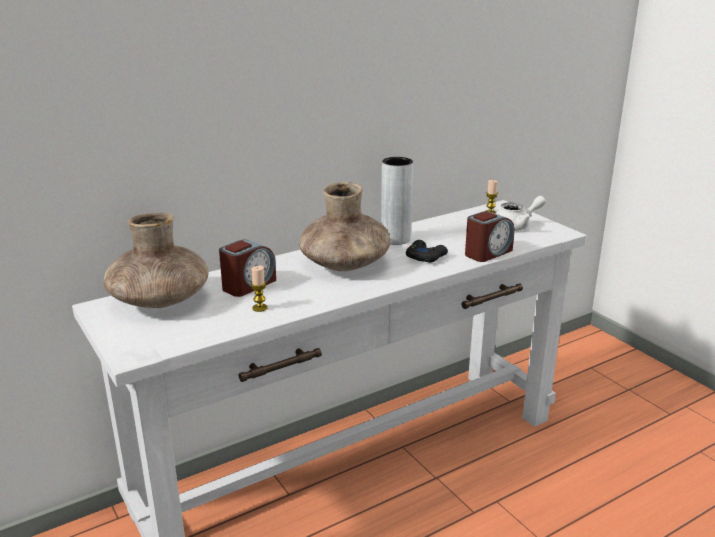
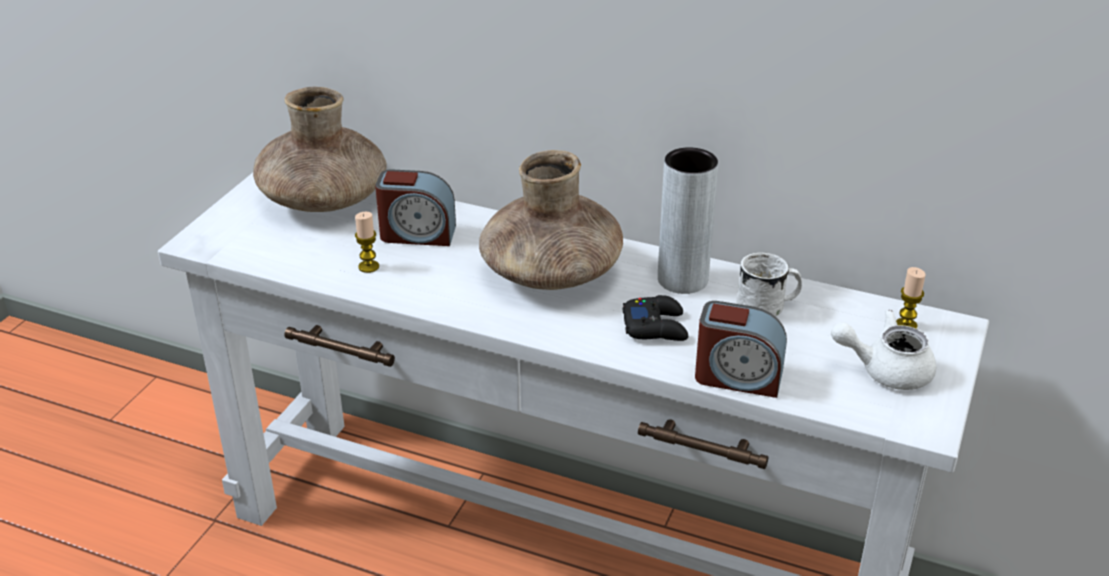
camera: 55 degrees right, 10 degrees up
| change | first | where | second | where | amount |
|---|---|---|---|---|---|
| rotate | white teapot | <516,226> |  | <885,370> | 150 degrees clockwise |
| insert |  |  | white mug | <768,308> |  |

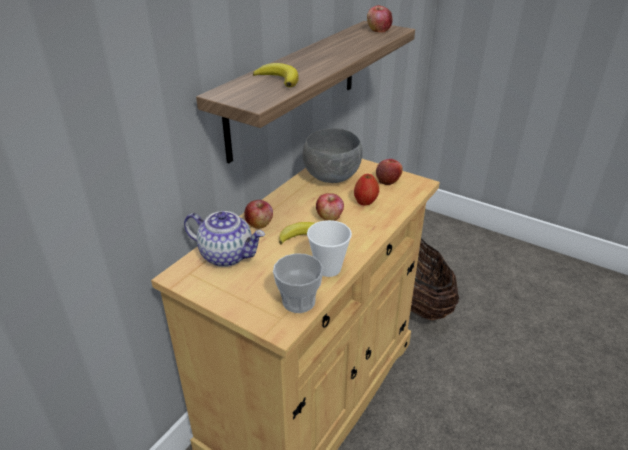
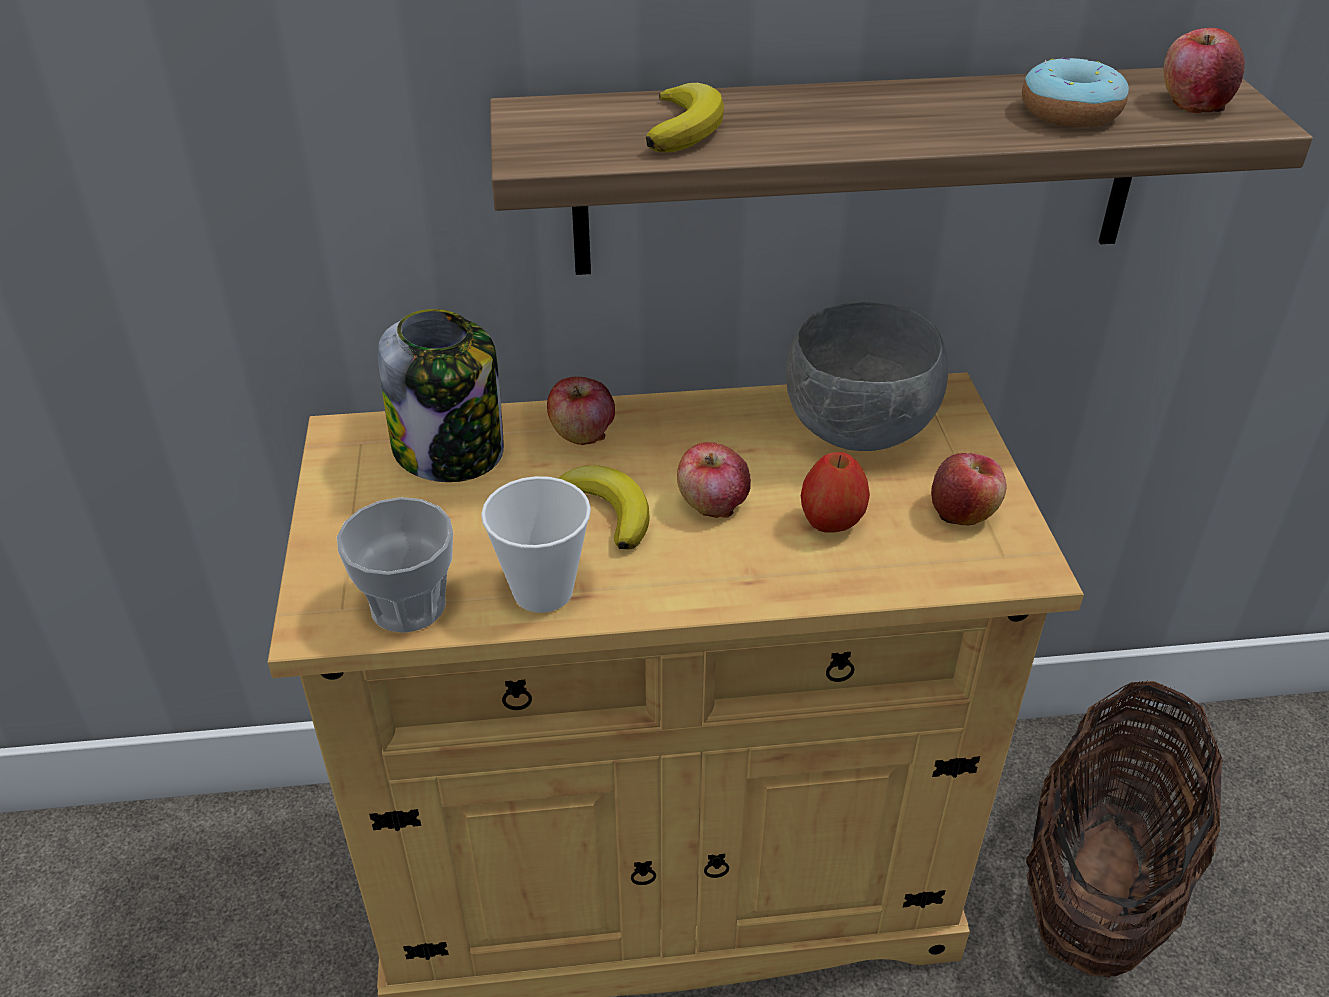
camera: 50 degrees right, 5 degrees up
| change | first | where | second | where | amount |
|---|---|---|---|---|---|
| replace | teapot | <227,255> | jar | <451,452> |  |
| insert |  |  | donut | <1070,112> |  |

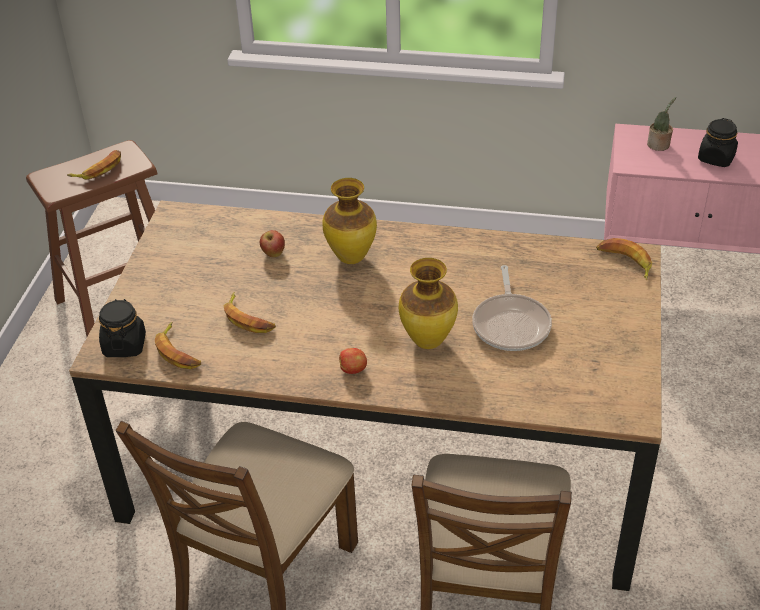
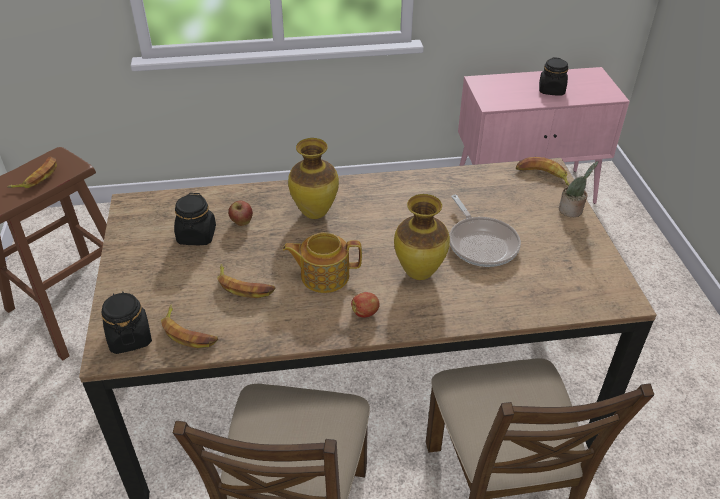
camera: 20 degrees left, 0 degrees up
| change | first | where | second | where | amount |
|---|---|---|---|---|---|
| move | potted plant | <659,145> |  | <572,211> |  |
| insert |  |  | black jar | <197,236> |  |
| insert |  |  | teapot | <323,275> |  |

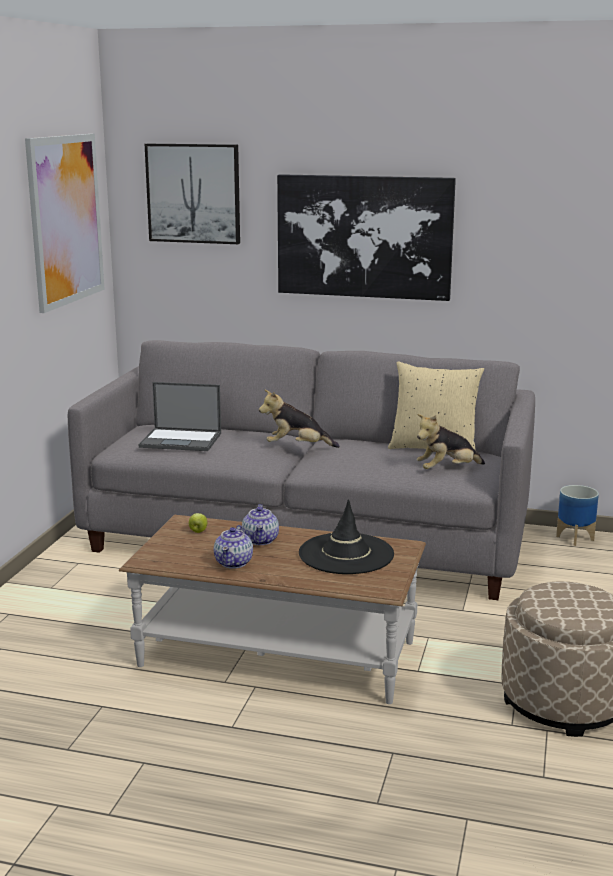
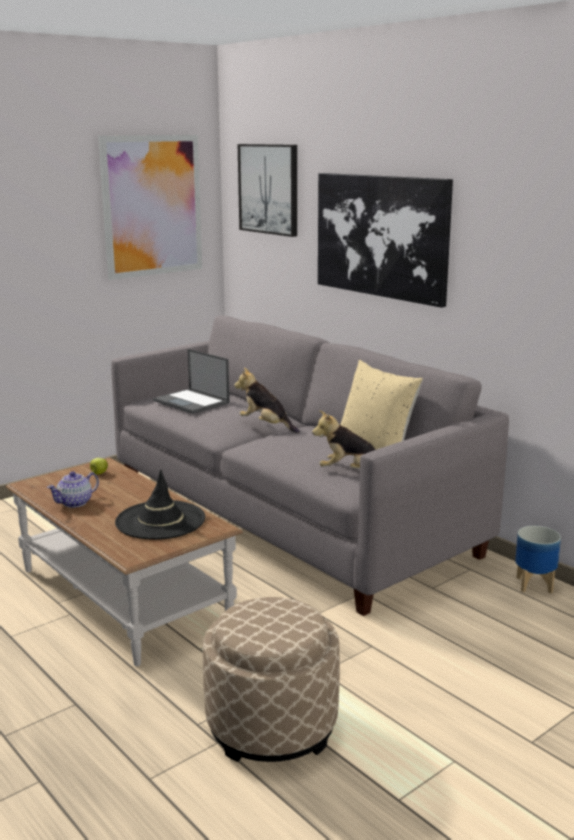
camera: 35 degrees right, 0 degrees up
| change | first | where | second | where | amount |
|---|---|---|---|---|---|
| delete | teapot | <261,540> |  |  |  |

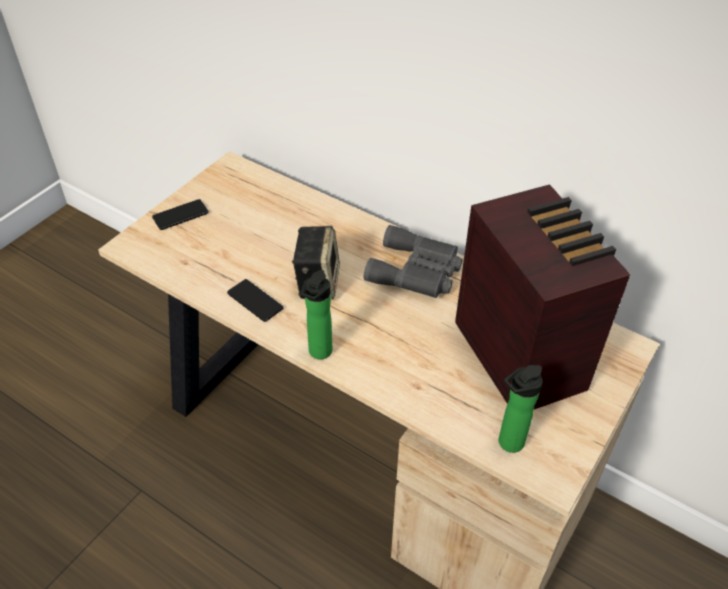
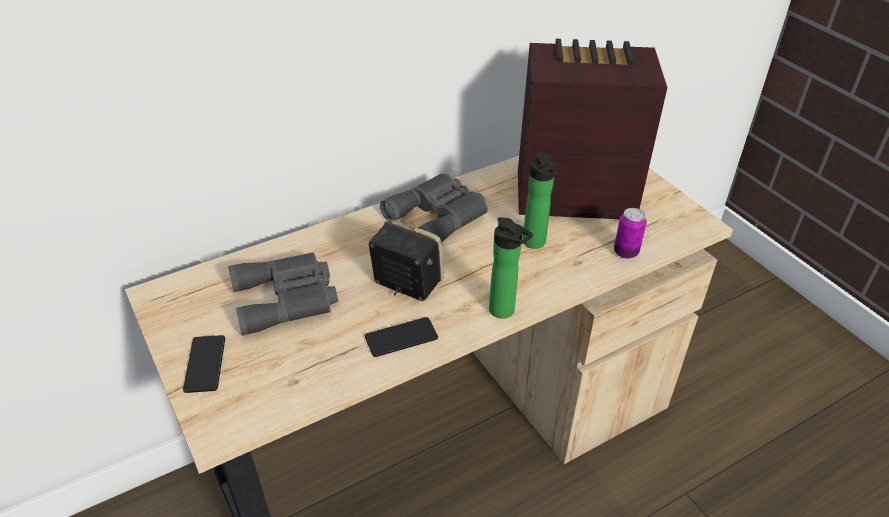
camera: 65 degrees left, 5 degrees down
| change | first | where | second | where | amount |
|---|---|---|---|---|---|
| move | bottle | <507,444> |  | <534,244> |  |
| insert |  |  | can | <626,252> |  |
| insert |  |  | grey binoculars | <288,298> |  |

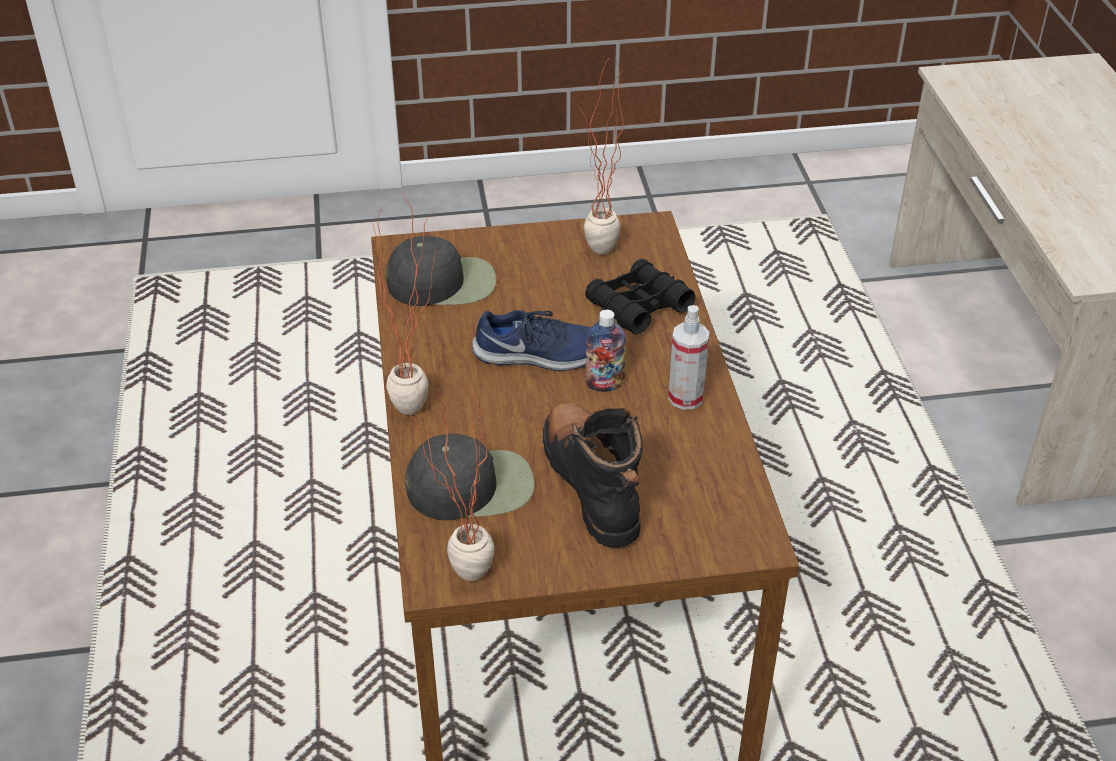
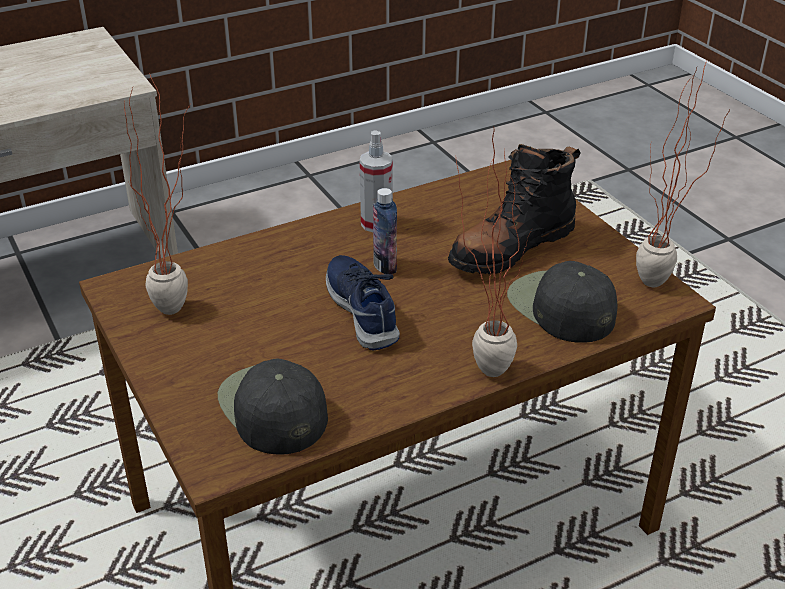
camera: 110 degrees left, 5 degrees down
| change | first | where | second | where | amount |
|---|---|---|---|---|---|
| delete | black binoculars | <638,306> |  |  |  |

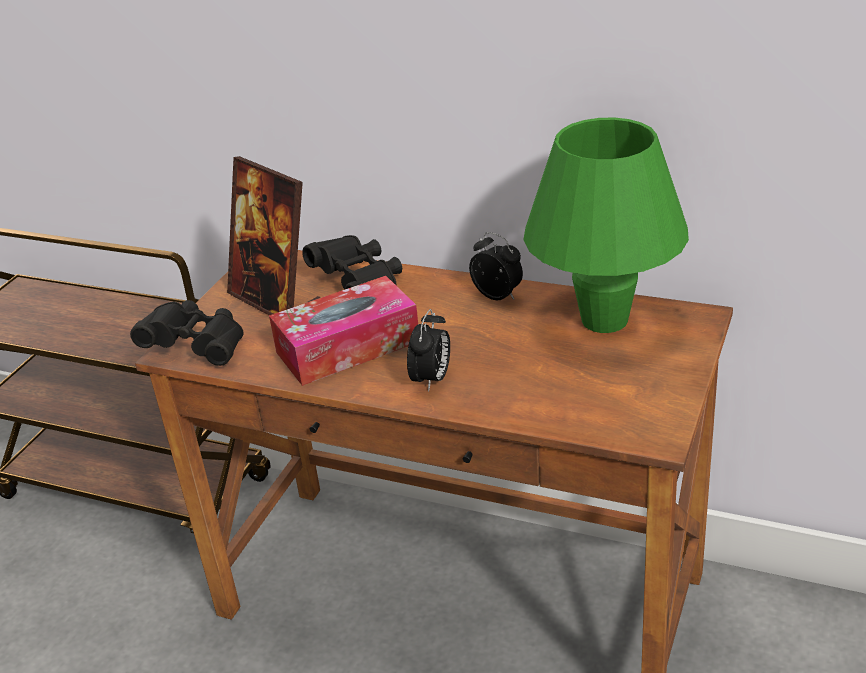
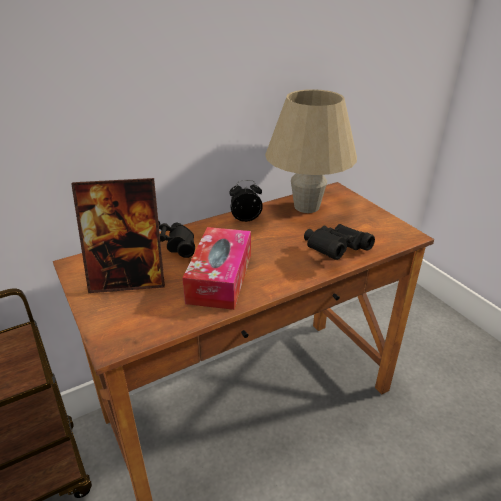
camera: 55 degrees left, 0 degrees up
| change | first | where | second | where | amount |
|---|---|---|---|---|---|
| recolor | green table lamp | <604,320> | beige table lamp | <306,207> |  |
| move | black binoculars | <197,347> |  | <335,251> |  |
| delete | alarm clock | <432,379> |  |  |  |

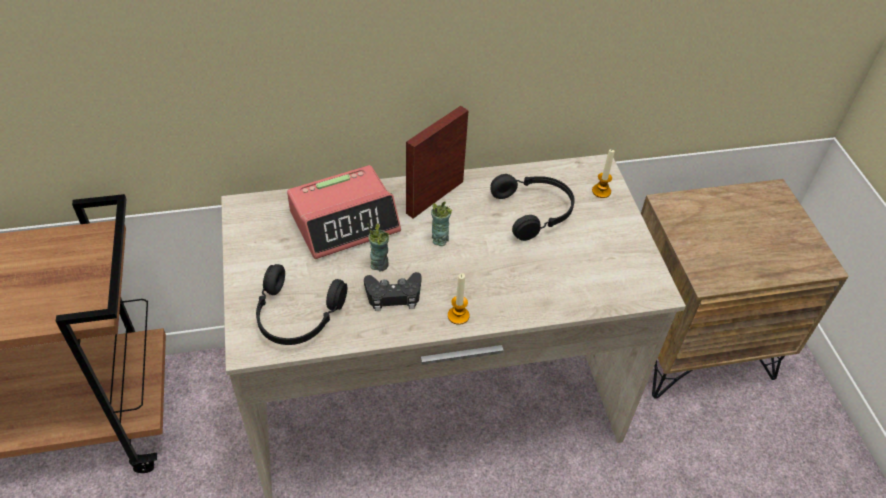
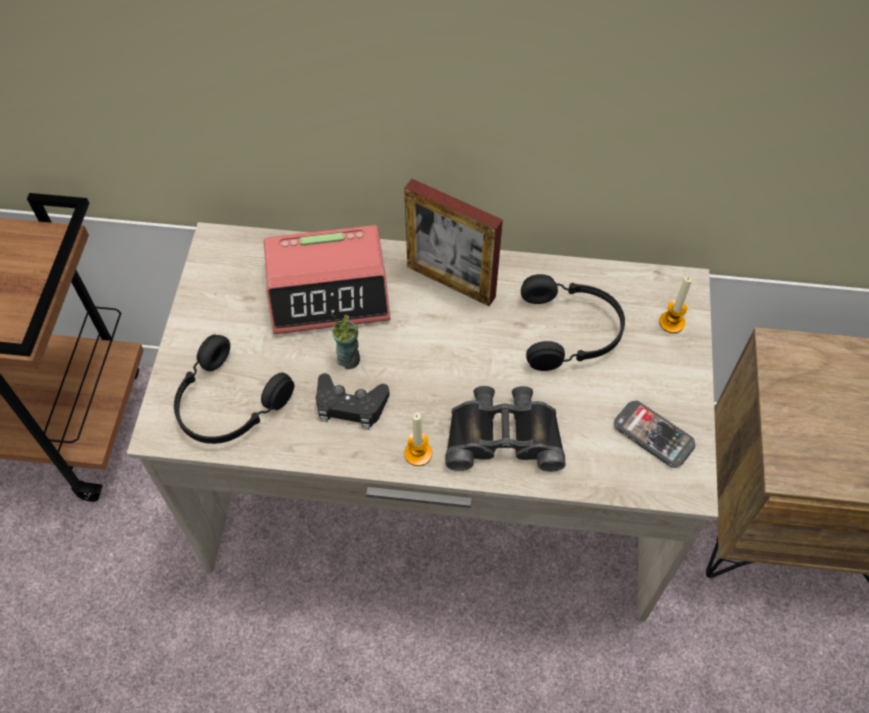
camera: 20 degrees right, 10 degrees up
| change | first | where | second | where | amount |
|---|---|---|---|---|---|
| rotate | picture frame | <435,197> |  | <451,282> | 120 degrees counterclockwise |
| delete | cup | <439,239> |  |  |  |
| insert |  |  | black binoculars | <503,434> |  |
| insert |  |  | phone | <653,435> |  |

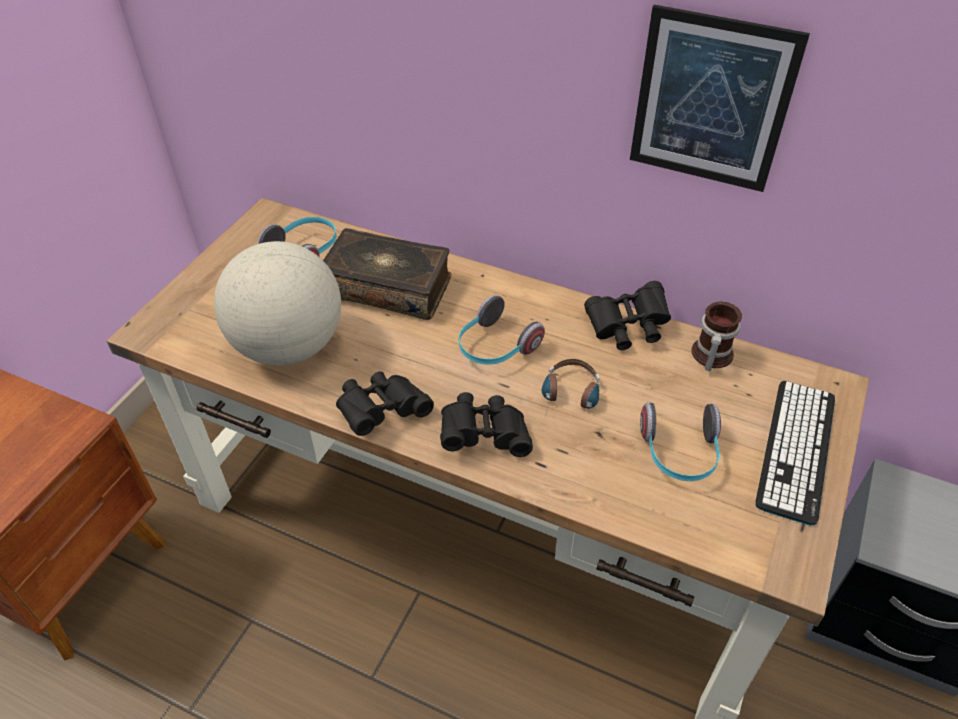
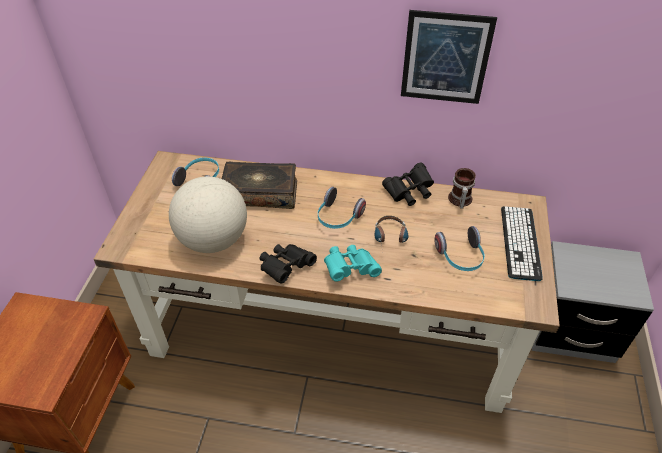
camera: 15 degrees left, 0 degrees up
| change | first | where | second | where | amount |
|---|---|---|---|---|---|
| recolor | black binoculars | <484,435> | turquoise binoculars | <350,269> |  |

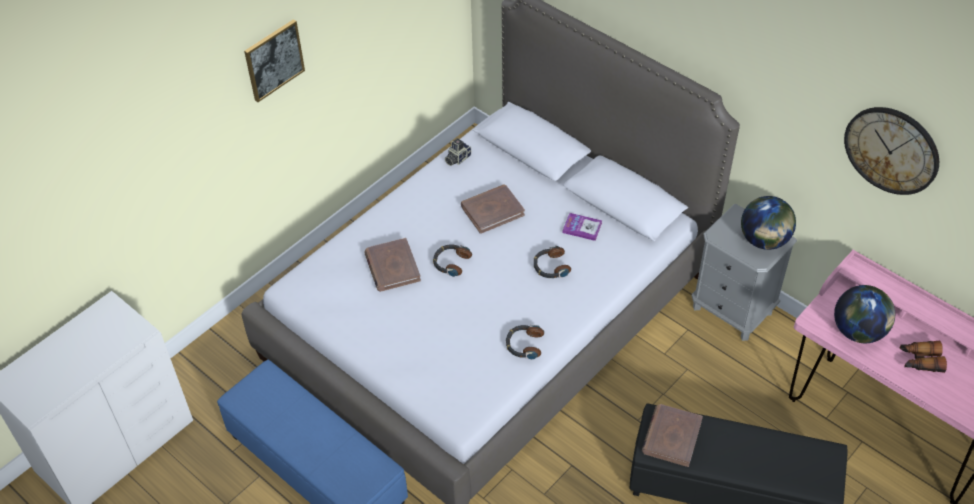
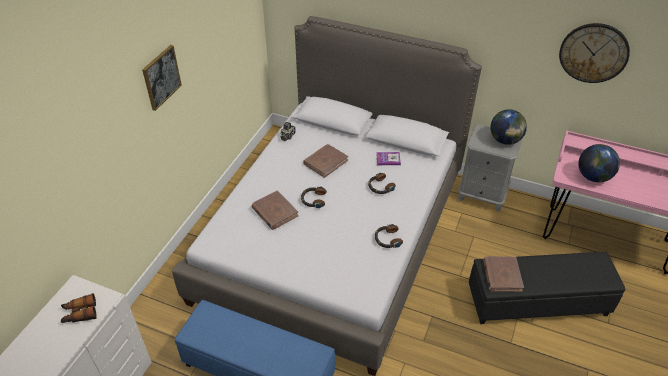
camera: 20 degrees left, 5 degrees down
| change | first | where | second | where | amount |
|---|---|---|---|---|---|
| move | binoculars | <920,360> |  | <79,313> |  |

